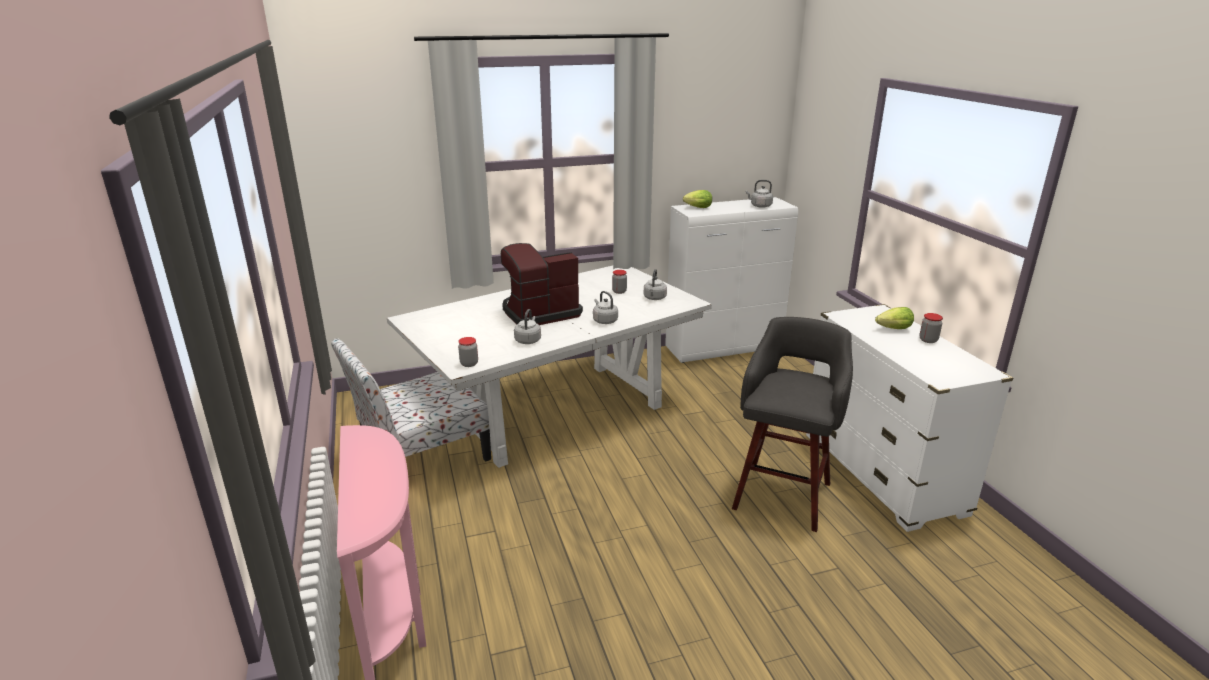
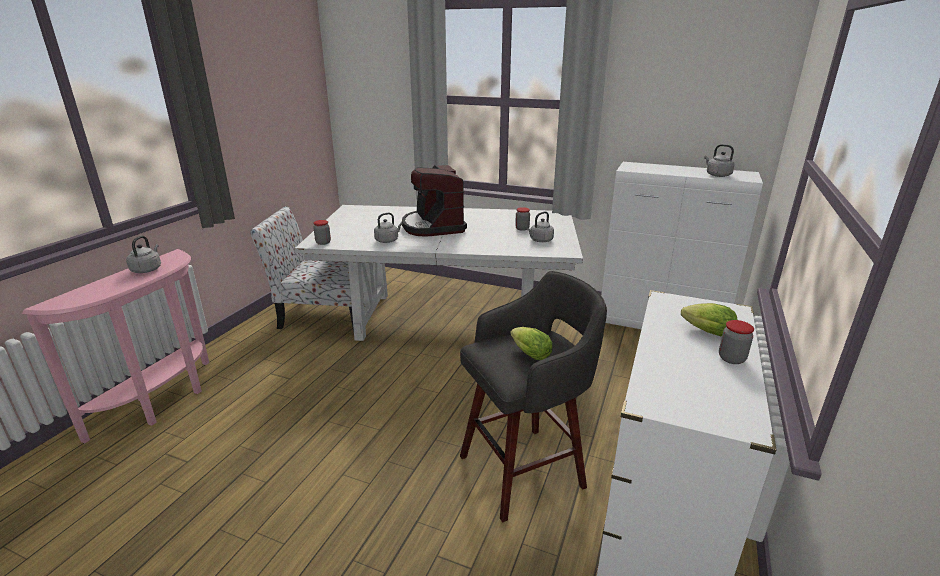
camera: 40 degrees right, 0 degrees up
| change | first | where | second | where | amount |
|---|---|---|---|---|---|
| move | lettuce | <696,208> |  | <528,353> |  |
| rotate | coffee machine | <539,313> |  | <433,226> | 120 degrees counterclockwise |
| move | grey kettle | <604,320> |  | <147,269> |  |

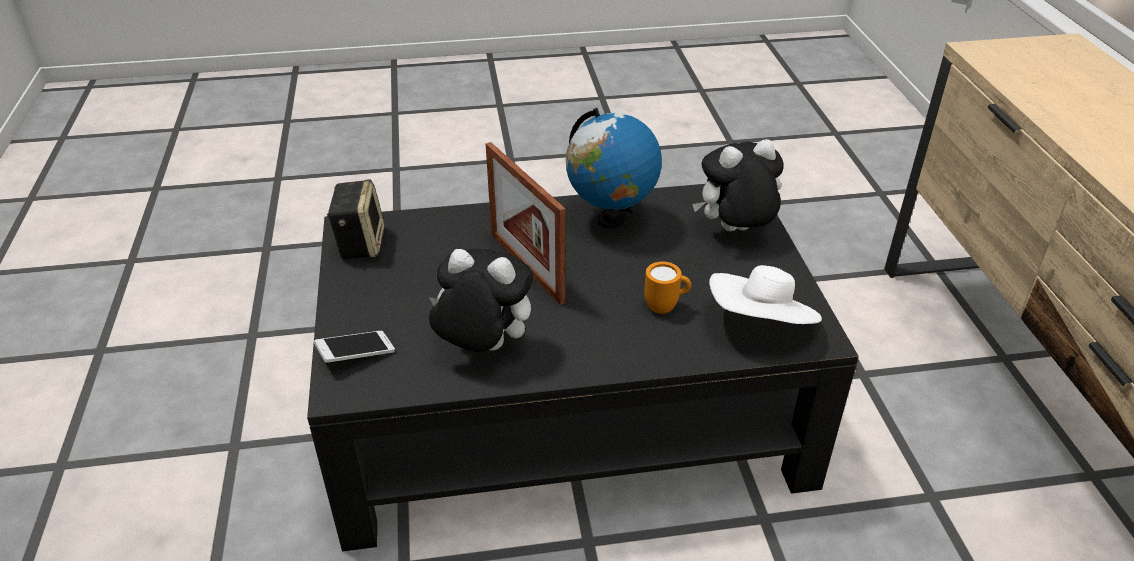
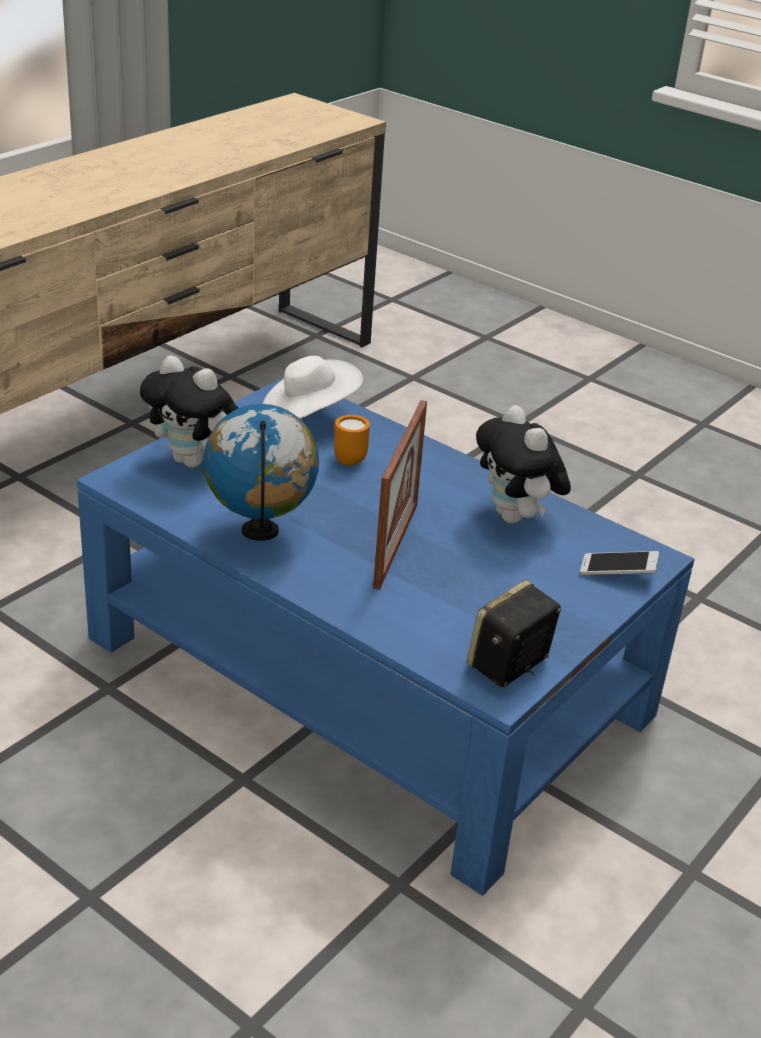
camera: 135 degrees left, 5 degrees down
| change | first | where | second | where | amount |
|---|---|---|---|---|---|
| recolor | black coffee table | <565,411> | blue coffee table | <369,677> |  |

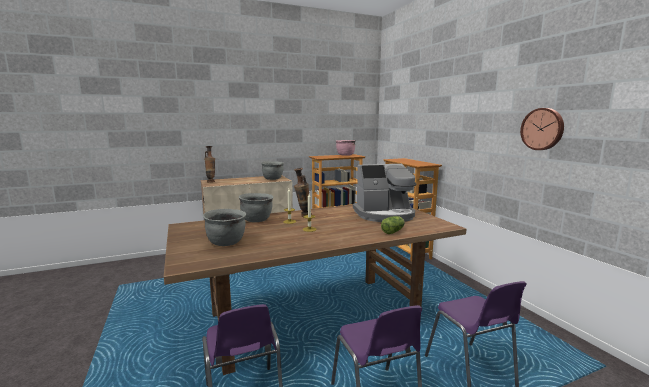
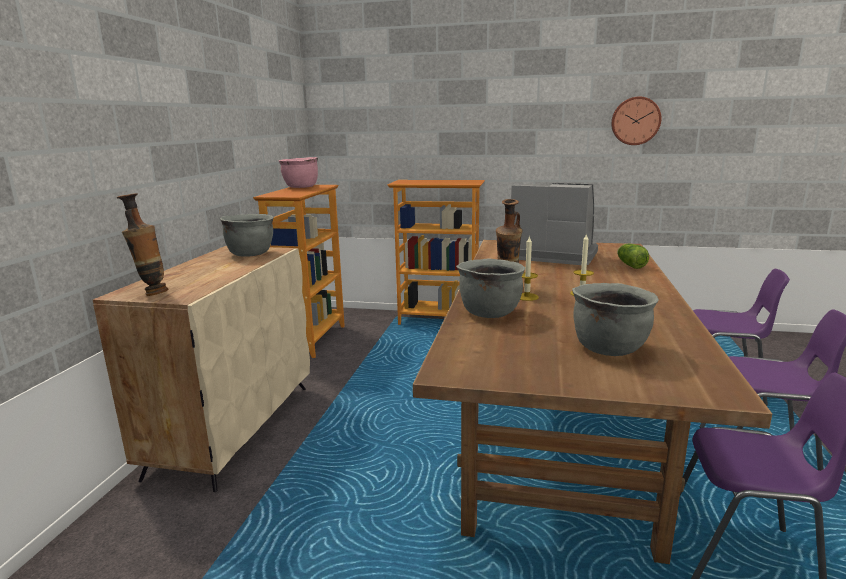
camera: 55 degrees left, 5 degrees up
| change | first | where | second | where | amount |
|---|---|---|---|---|---|
| rotate | coffee machine | <384,215> |  | <552,254> | 90 degrees counterclockwise |

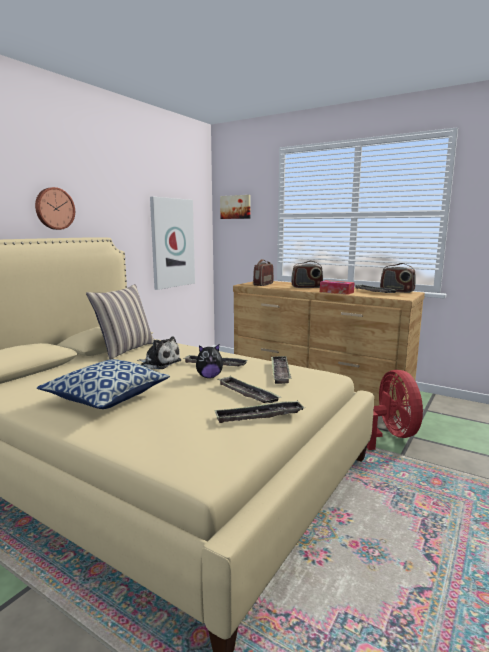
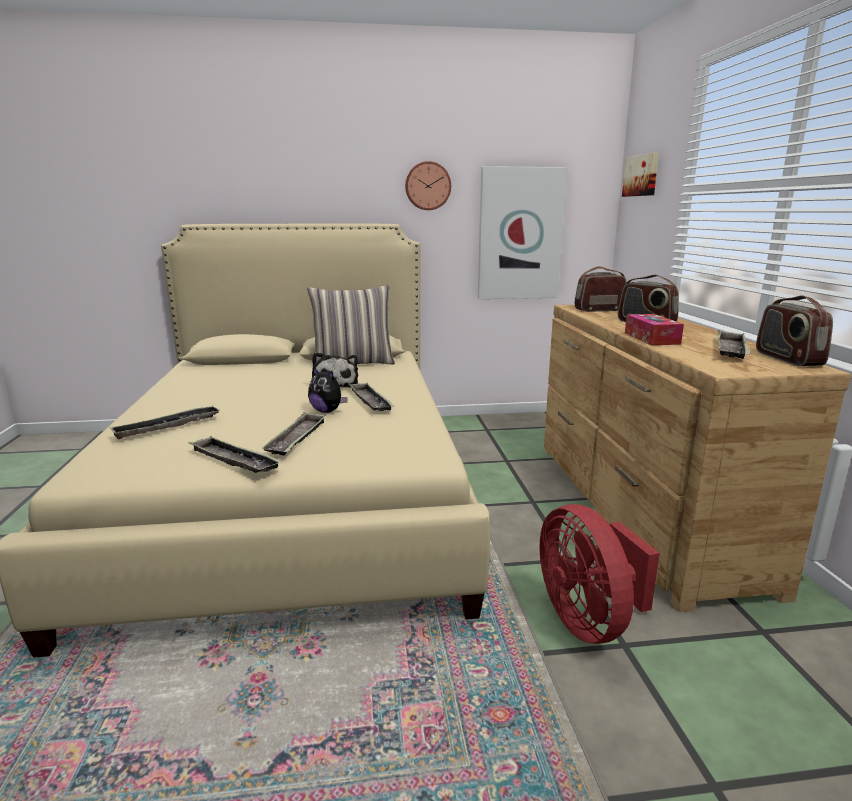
camera: 50 degrees right, 5 degrees up
| change | first | where | second | where | amount |
|---|---|---|---|---|---|
| move | wall clock | <54,208> |  | <427,186> |  |
| move | tray | <280,372> |  | <167,426> |  |
| delete | pillow | <107,397> |  |  |  |
| rotate | red fan | <389,435> |  | <588,620> | 120 degrees clockwise |

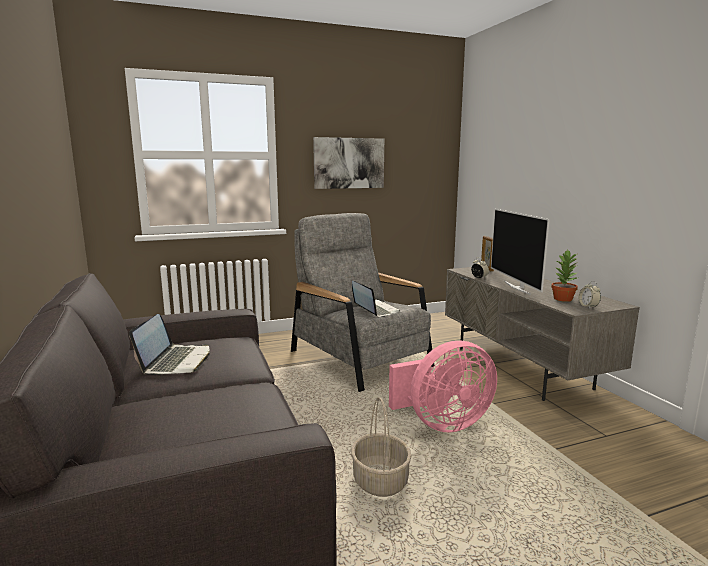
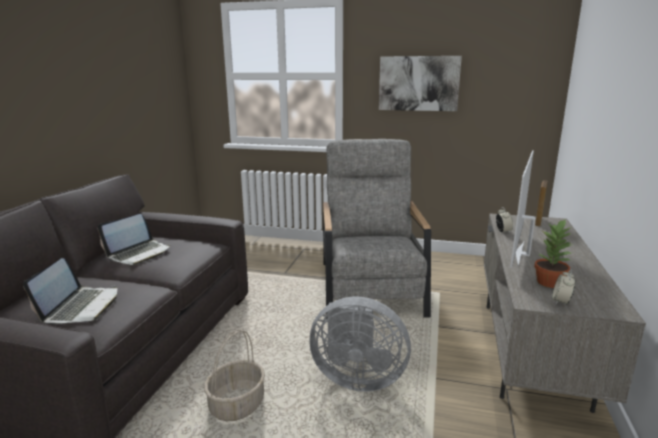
camera: 35 degrees right, 5 degrees up
| change | first | where | second | where | amount |
|---|---|---|---|---|---|
| move | laptop | <374,310> |  | <80,307> |  |
| recolor | pink fan | <442,423> | grey fan | <357,378> |  |

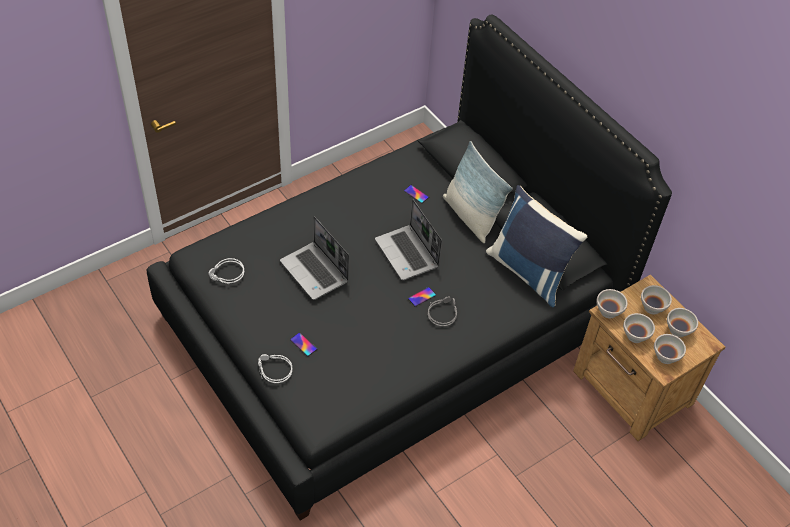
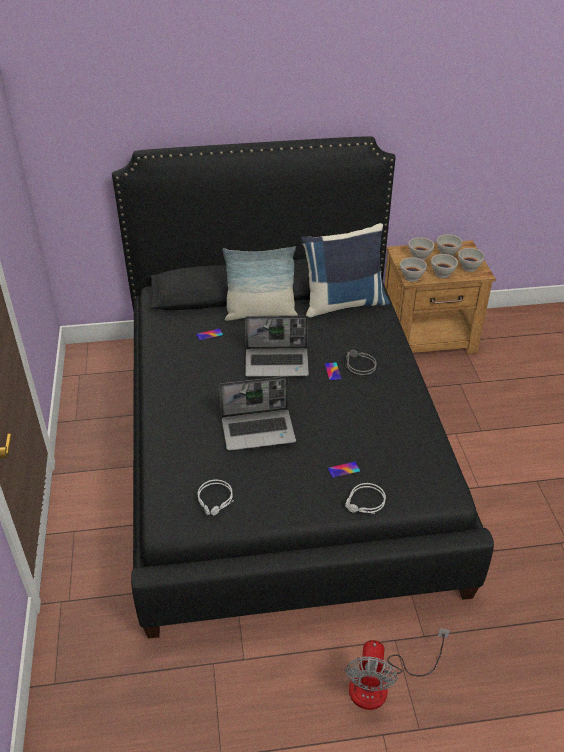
camera: 60 degrees left, 10 degrees down
| change | first | where | second | where | amount |
|---|---|---|---|---|---|
| insert |  |  | fan | <381,684> |  |

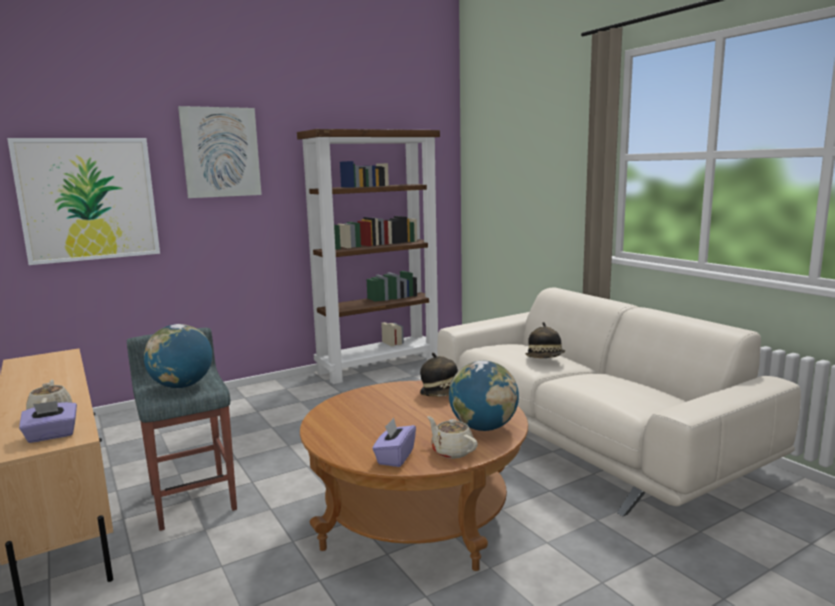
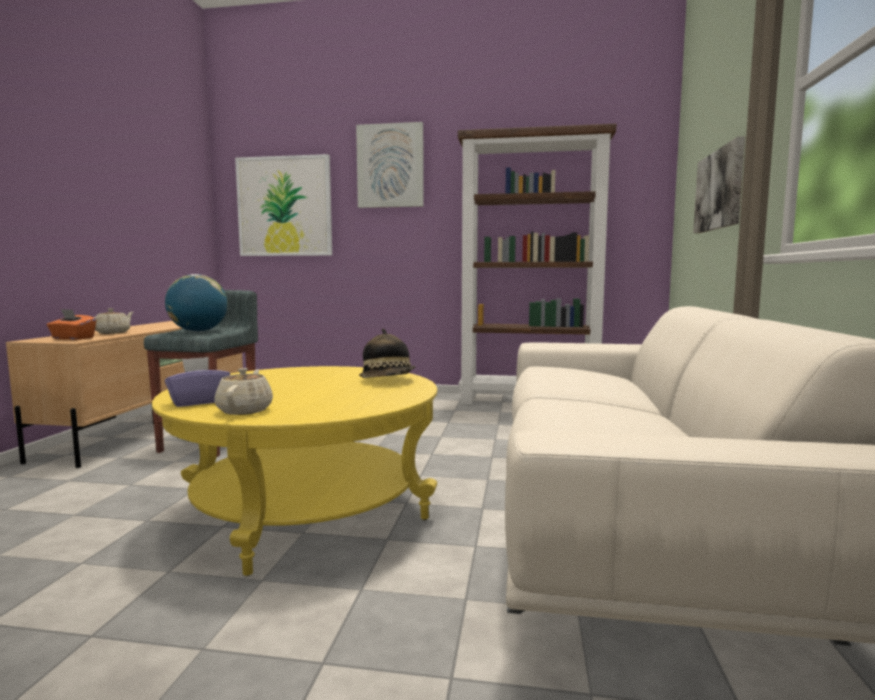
camera: 40 degrees right, 5 degrees down
| change | first | where | second | where | amount |
|---|---|---|---|---|---|
| delete | hat | <545,358> |  |  |  |
| delete | globe | <483,427> |  |  |  |
| recolor | brown coffee table | <416,515> | yellow coffee table | <307,510> |  |
| recolor | purple tissue box | <51,435> | orange tissue box | <72,338> |  |
| insert |  |  | picture | <719,190> |  |

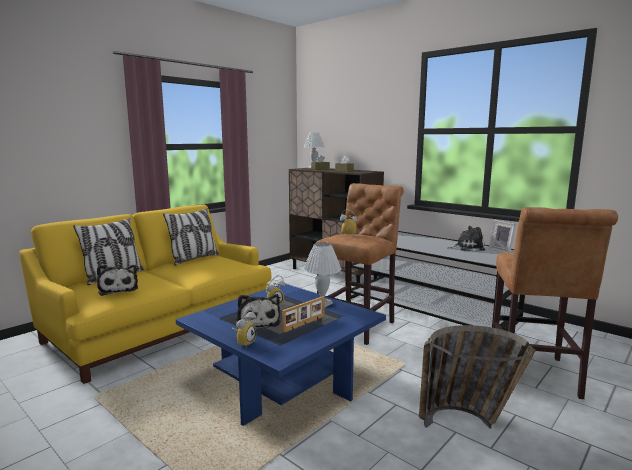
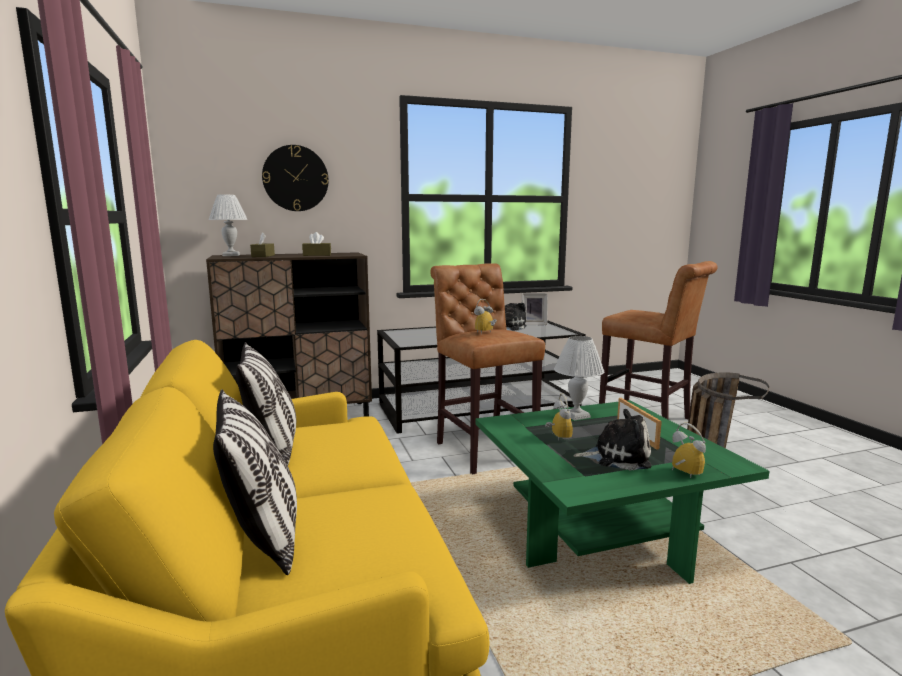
camera: 60 degrees left, 0 degrees up
| change | first | where | second | where | amount |
|---|---|---|---|---|---|
| delete | plush toy | <118,289> |  |  |  |
| recolor | blue coffee table | <283,384> | green coffee table | <599,532> |  |
| insert |  |  | wall clock | <295,178> |  |

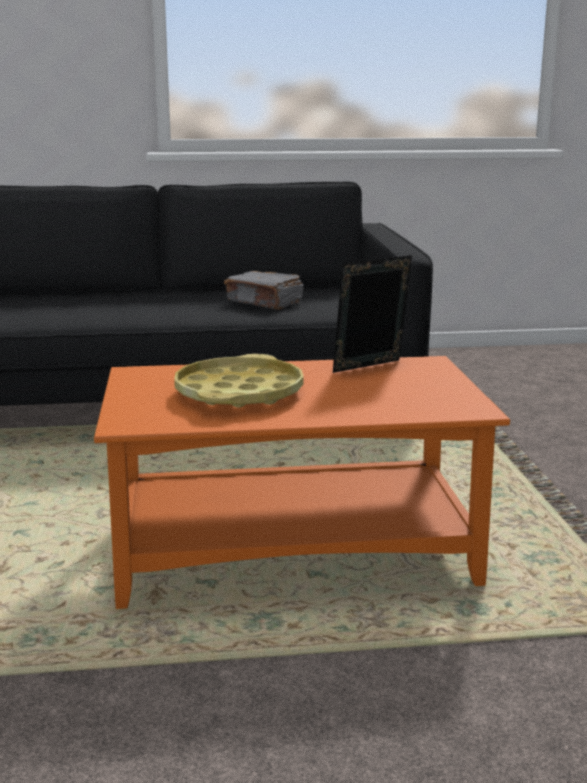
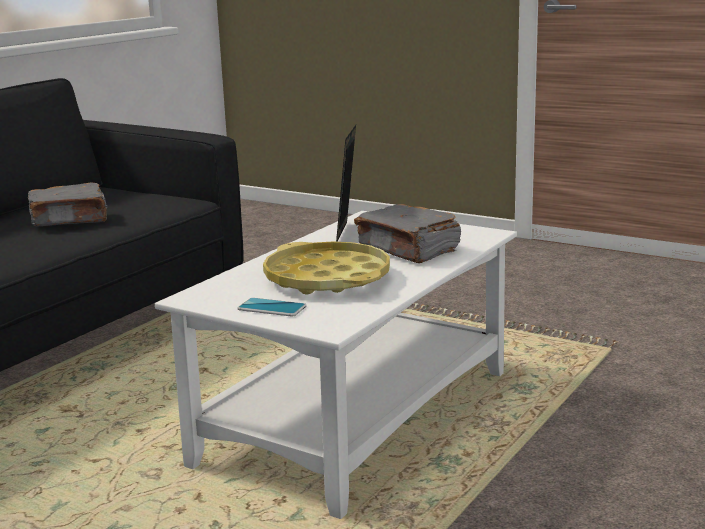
camera: 50 degrees left, 0 degrees up
| change | first | where | second | where | amount |
|---|---|---|---|---|---|
| recolor | orange coffee table | <290,553> | white coffee table | <357,419> |  |
| insert |  |  | grey book | <408,249> |  |
| insert |  |  | phone | <272,308> |  |

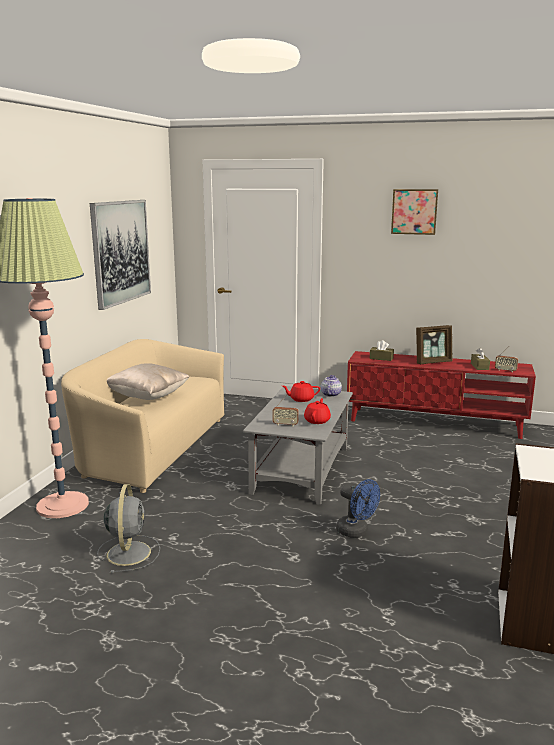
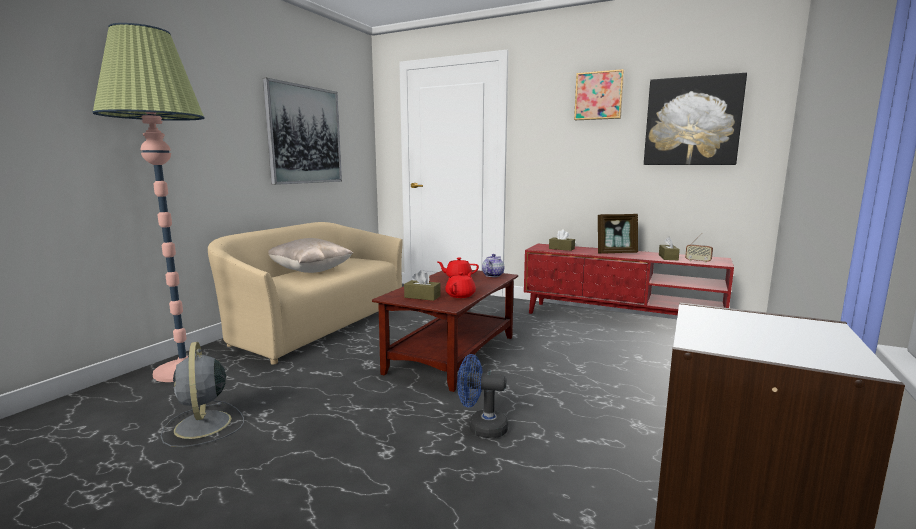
camera: 10 degrees right, 5 degrees down
| change | first | where | second | where | amount |
|---|---|---|---|---|---|
| recolor | grey coffee table | <301,469> | brown coffee table | <452,354> |  |
| replace | radio | <285,424> | brown tissue box | <422,297> |  |
| rotate | blue fan | <356,532> |  | <481,427> | 135 degrees clockwise |
| rotate | grey fan | <129,552> |  | <203,426> | 150 degrees clockwise |
| insert |  |  | picture | <692,121> |  |

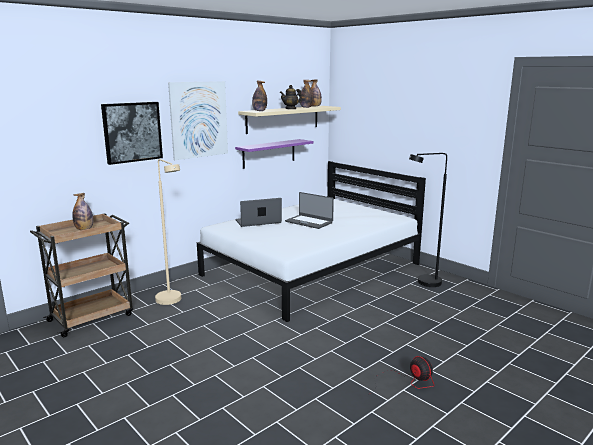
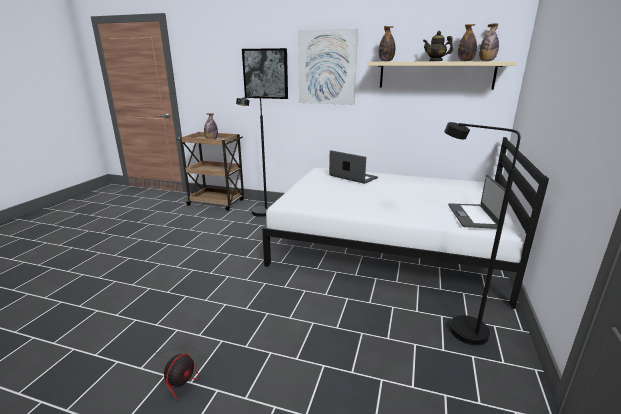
camera: 60 degrees right, 5 degrees up
| change | first | where | second | where | amount |
|---|---|---|---|---|---|
| delete | purple shelf | <269,153> |  |  |  |
| recolor | beige floor lamp | <172,301> | black floor lamp | <259,215> |  |
| move | laptop | <309,222> |  | <474,216> |  |

